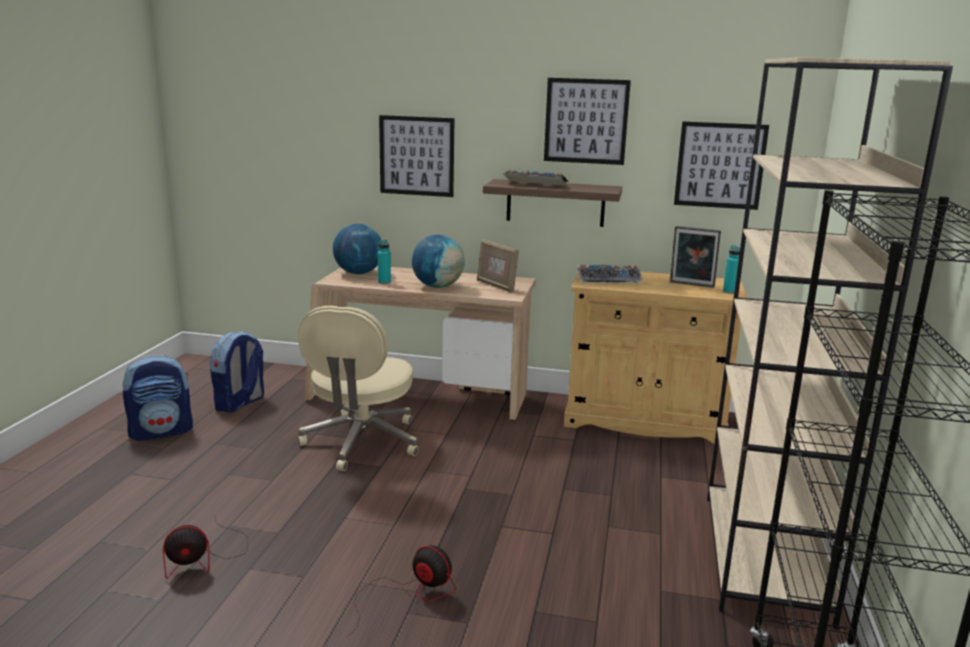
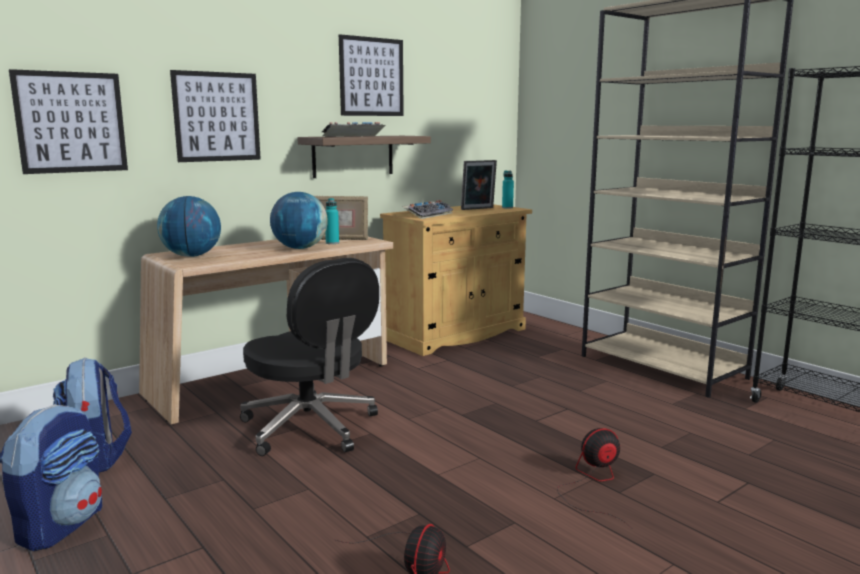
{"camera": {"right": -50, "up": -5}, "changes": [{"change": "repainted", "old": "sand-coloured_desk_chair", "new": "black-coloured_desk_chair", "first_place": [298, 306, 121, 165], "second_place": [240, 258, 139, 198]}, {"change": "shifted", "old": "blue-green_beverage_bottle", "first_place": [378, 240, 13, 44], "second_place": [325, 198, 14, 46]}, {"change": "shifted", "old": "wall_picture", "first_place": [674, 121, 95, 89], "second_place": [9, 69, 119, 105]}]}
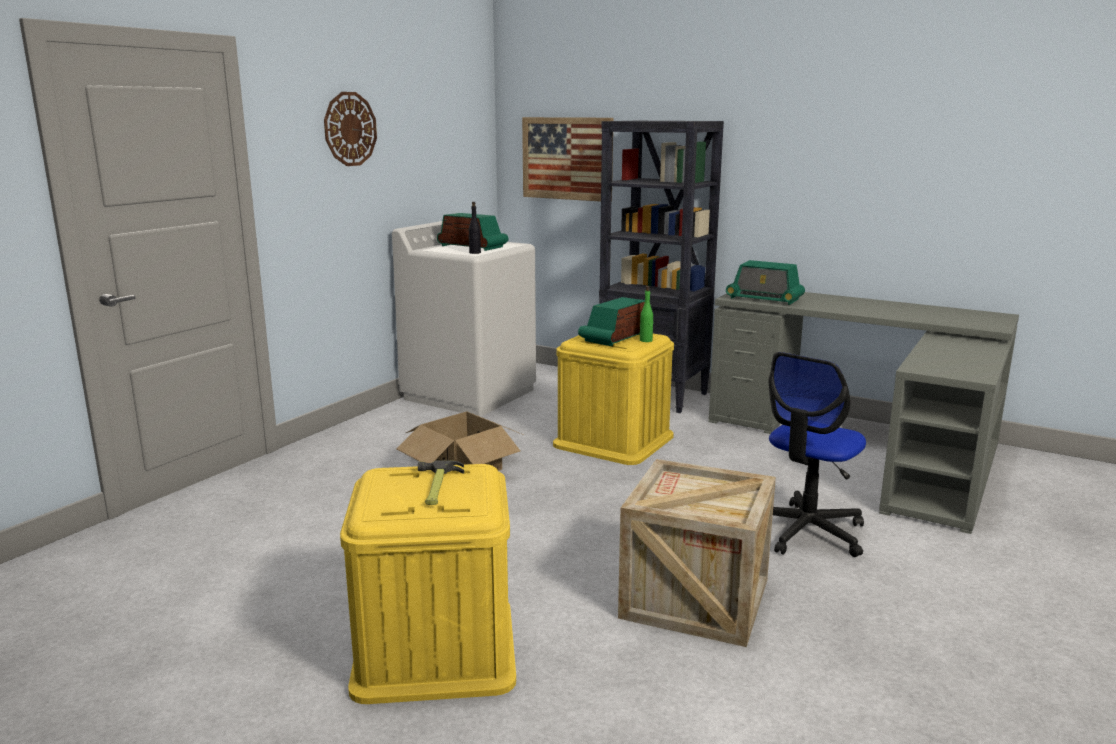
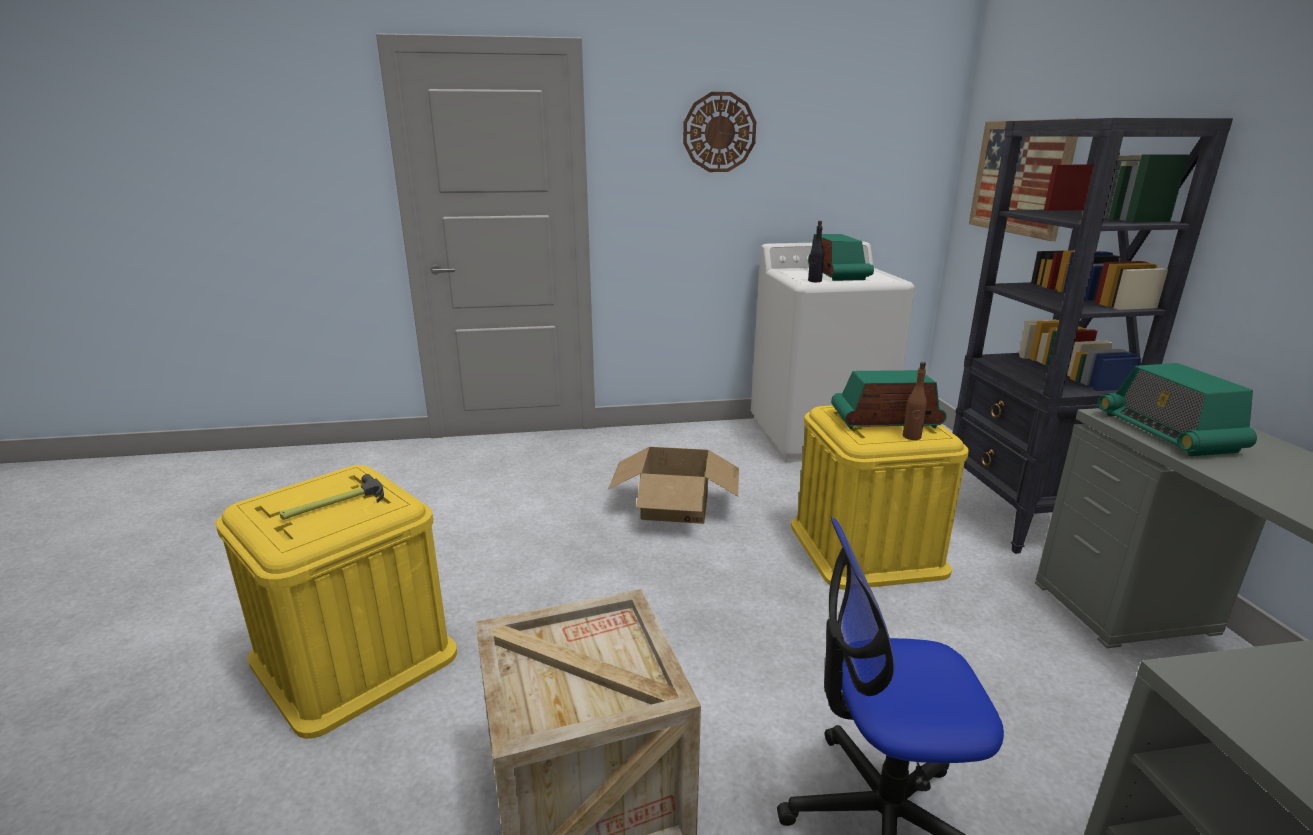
{"camera": {"right": 50, "up": 5}, "changes": [{"change": "repainted", "old": "green-coloured_beverage_bottle", "new": "brownish_beverage_bottle", "first_place": [640, 286, 13, 56], "second_place": [903, 362, 24, 78]}]}
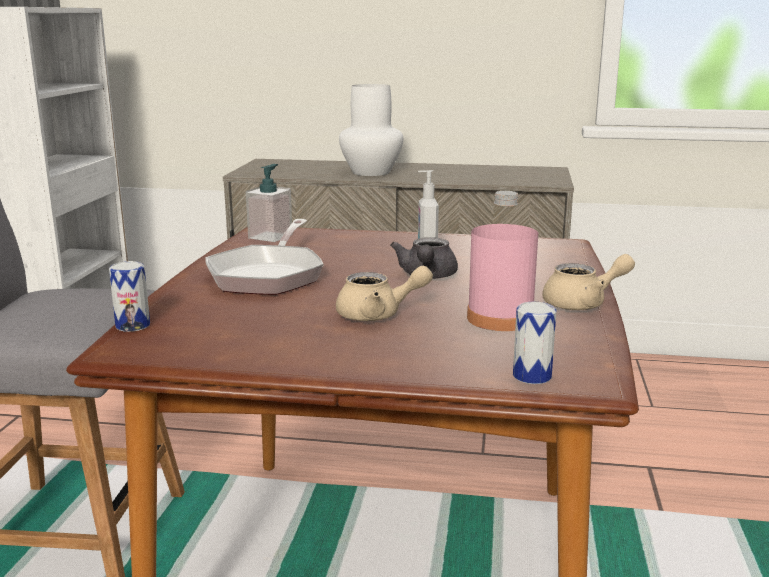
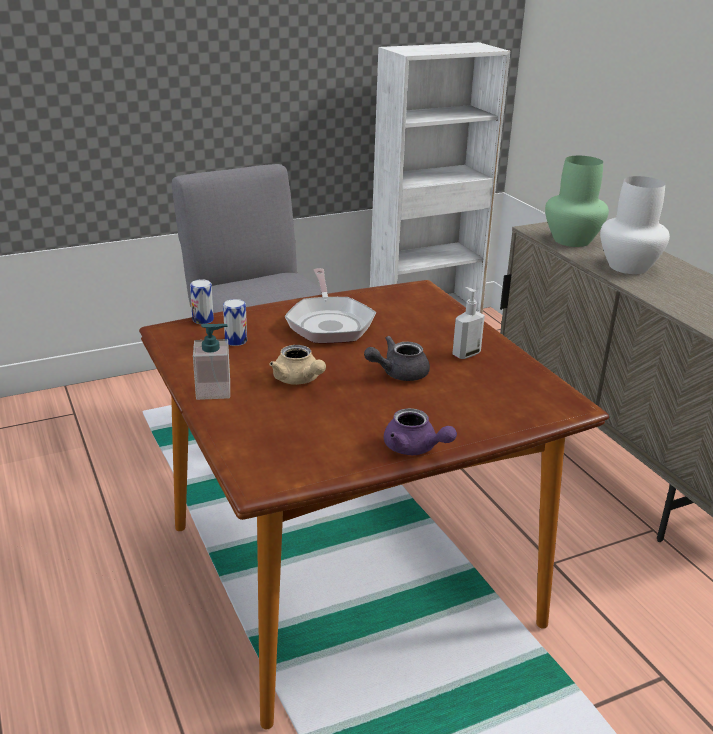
{"camera": {"right": 55, "up": 10}, "changes": [{"change": "rotated", "old": "frying_pan", "first_place": [205, 219, 119, 76], "second_place": [285, 268, 91, 75], "degrees": -75}, {"change": "shifted", "old": "soap_dispenser", "first_place": [246, 164, 47, 78], "second_place": [193, 324, 37, 76]}, {"change": "gone", "old": "pinkish_beverage_bottle", "first_place": [467, 191, 71, 140]}, {"change": "shifted", "old": "sealed_can", "first_place": [513, 302, 44, 82], "second_place": [223, 299, 24, 47]}, {"change": "repainted", "old": "sand-coloured_pot_for_tea", "new": "purplish_pot_for_tea", "first_place": [542, 254, 93, 56], "second_place": [384, 408, 73, 47]}, {"change": "new", "new": "green-coloured_flower_vase", "second_place": [545, 156, 64, 91]}]}
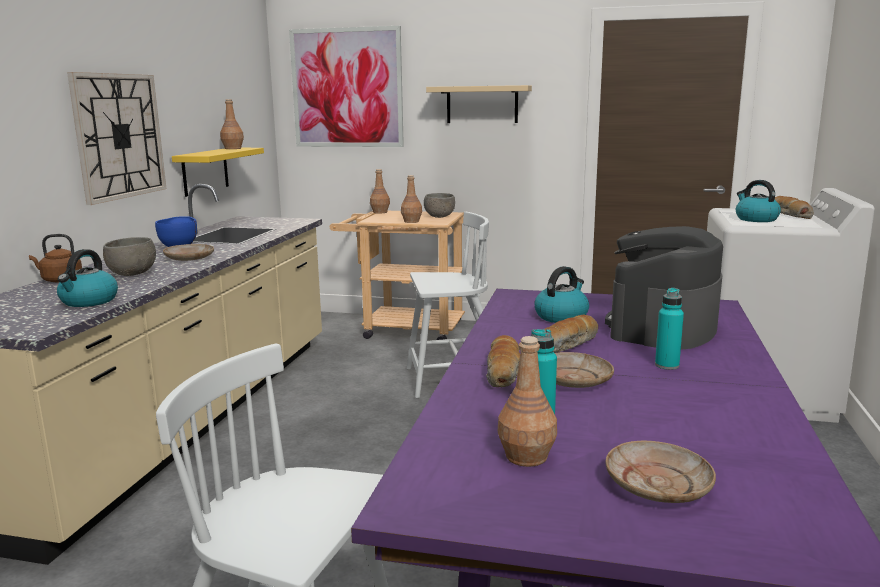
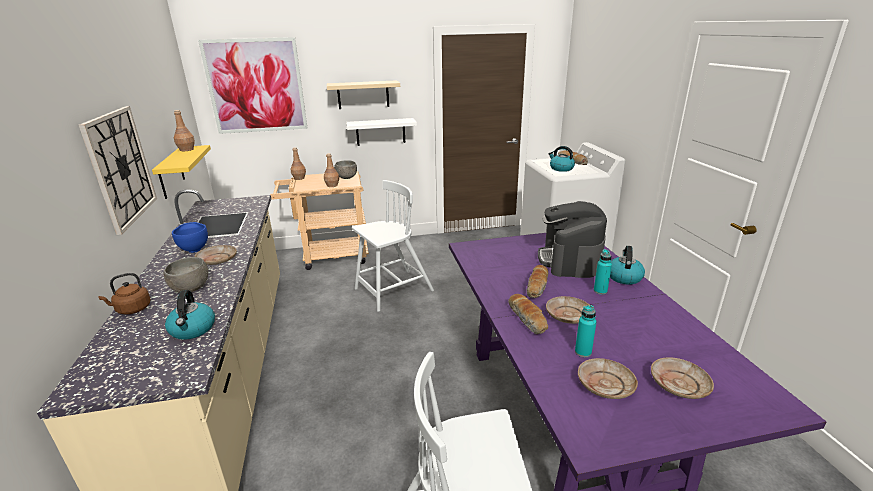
{"camera": {"right": -25, "up": 10}, "changes": [{"change": "swapped", "old": "brownish_beverage_bottle", "new": "sand-coloured_flat_dish", "first_place": [498, 336, 59, 131], "second_place": [578, 358, 60, 41]}, {"change": "shifted", "old": "water_kettle", "first_place": [534, 266, 55, 57], "second_place": [610, 246, 35, 39]}, {"change": "new", "new": "whitish_bracket_shelf", "second_place": [346, 118, 71, 28]}]}
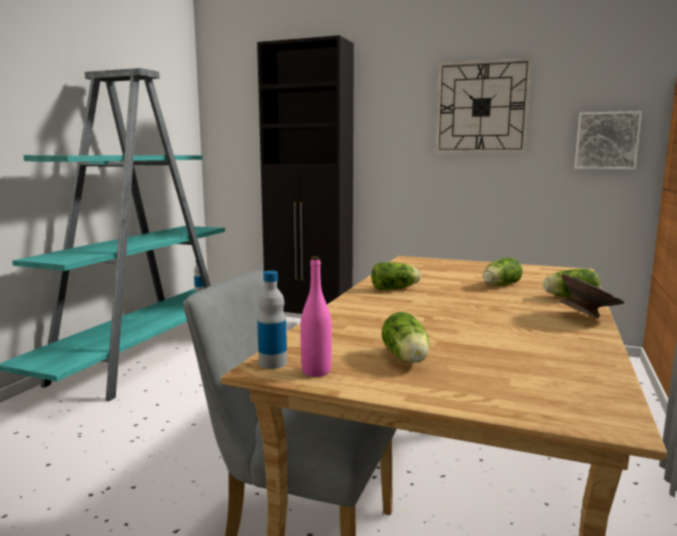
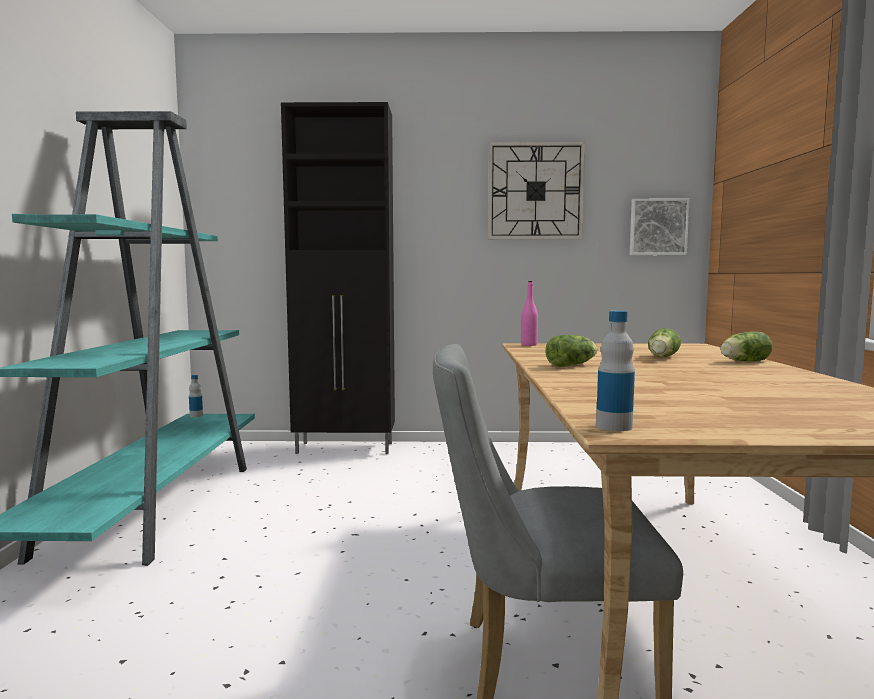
{"camera": {"right": -20, "up": -5}, "changes": [{"change": "shifted", "old": "pinkish_beverage_bottle", "first_place": [300, 257, 32, 120], "second_place": [521, 281, 17, 65]}, {"change": "gone", "old": "lettuce", "first_place": [382, 312, 47, 51]}, {"change": "gone", "old": "gray_serving_bowl", "first_place": [560, 273, 65, 46]}]}
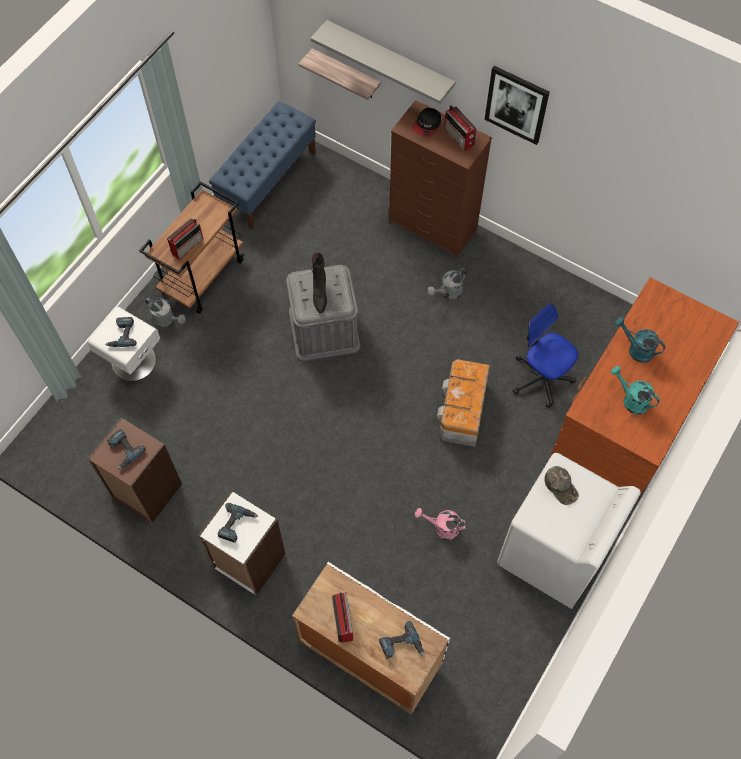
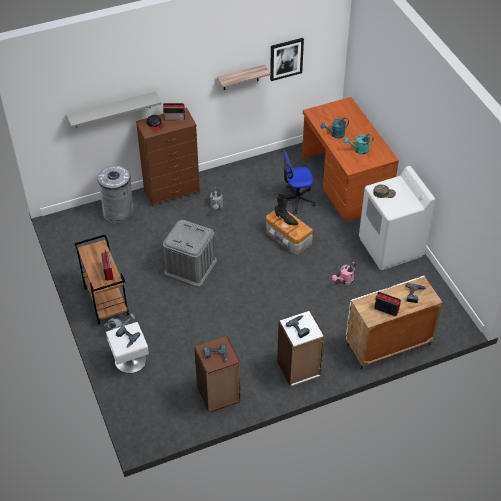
{"camera": {"right": -55, "up": -15}, "changes": [{"change": "gone", "old": "blue-coloured_indoor_bench", "first_place": [209, 101, 107, 129]}, {"change": "shifted", "old": "bracket_shelf", "first_place": [298, 48, 83, 52], "second_place": [217, 65, 54, 25]}, {"change": "shifted", "old": "black-coloured_high-top_boot", "first_place": [312, 252, 15, 61], "second_place": [275, 194, 23, 31]}, {"change": "shifted", "old": "wall_picture", "first_place": [485, 66, 65, 79], "second_place": [270, 38, 34, 43]}, {"change": "new", "new": "gray_waste_bin", "second_place": [97, 165, 37, 58]}]}
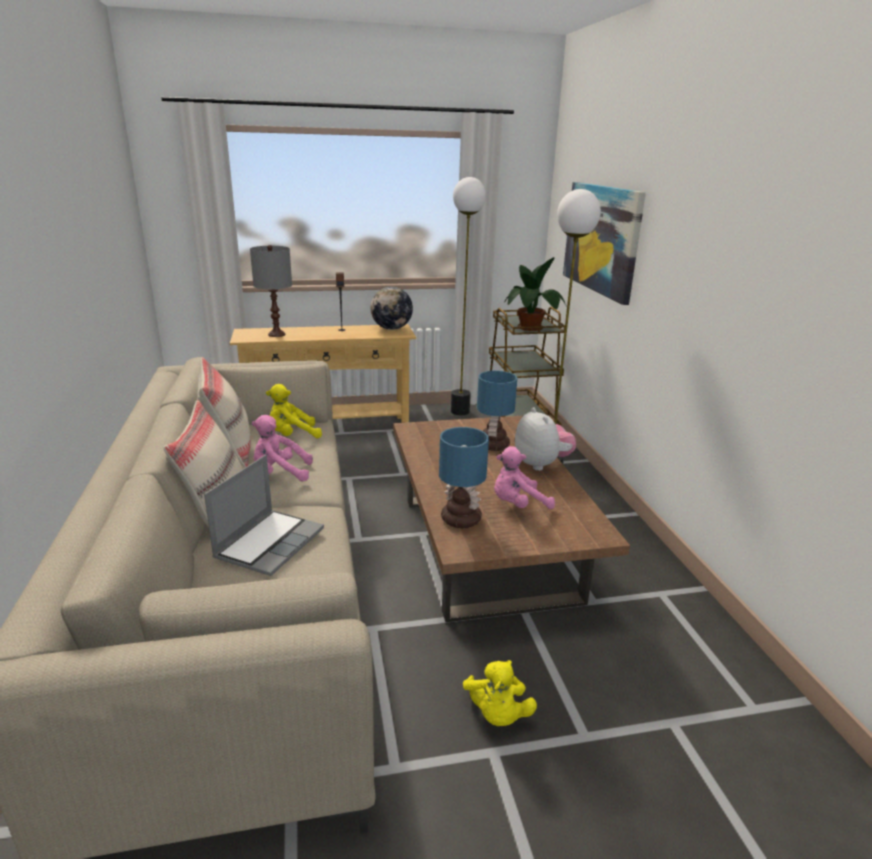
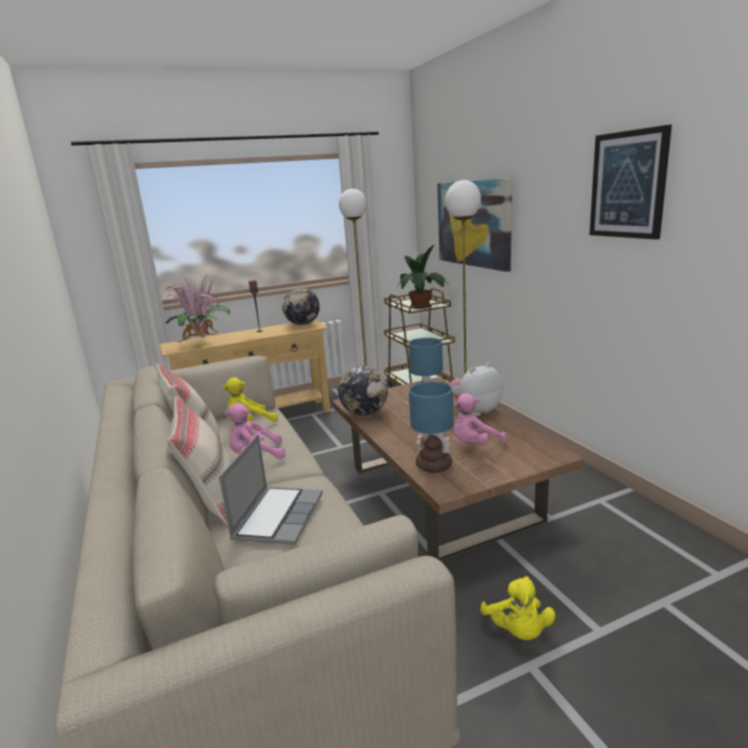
{"camera": {"right": -10, "up": -5}, "changes": [{"change": "swapped", "old": "gray_table_lamp", "new": "houseplant", "first_place": [250, 245, 42, 92], "second_place": [164, 277, 66, 67]}, {"change": "rotated", "old": "cuddly_toy", "first_place": [515, 407, 61, 64], "second_place": [450, 362, 53, 54], "degrees": -90}, {"change": "new", "new": "world_globe", "second_place": [338, 366, 50, 50]}, {"change": "new", "new": "wall_picture", "second_place": [589, 125, 83, 114]}]}
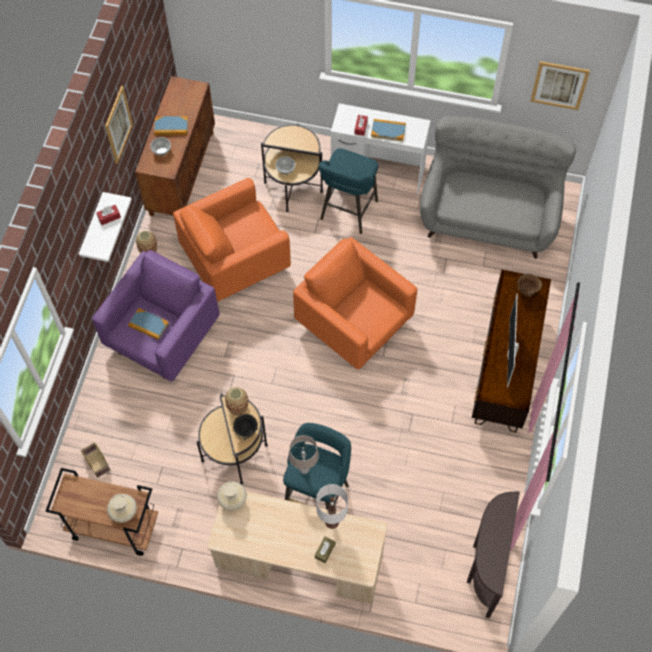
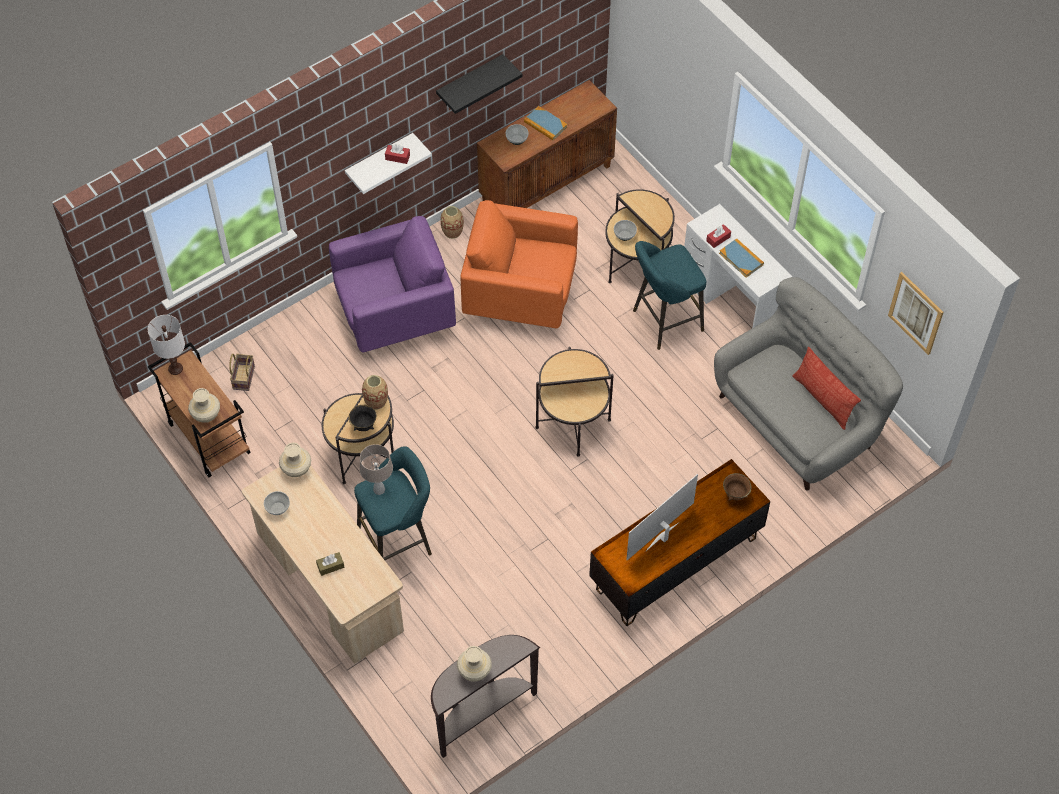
{"camera": {"right": 40, "up": -5}, "changes": [{"change": "swapped", "old": "wall_picture", "new": "black-coloured_bracket_shelf", "first_place": [105, 86, 28, 78], "second_place": [436, 54, 86, 60]}, {"change": "gone", "old": "book", "first_place": [128, 308, 41, 32]}, {"change": "swapped", "old": "orange_lounge_chair", "new": "end_table", "first_place": [293, 237, 124, 133], "second_place": [535, 347, 79, 110]}, {"change": "shifted", "old": "whitish_table_lamp", "first_place": [316, 484, 32, 45], "second_place": [148, 315, 37, 60]}, {"change": "new", "new": "serving_bowl", "second_place": [264, 491, 26, 24]}, {"change": "new", "new": "sand-coloured_flower_vase", "second_place": [457, 646, 35, 36]}, {"change": "new", "new": "cushion", "second_place": [792, 347, 69, 83]}]}
